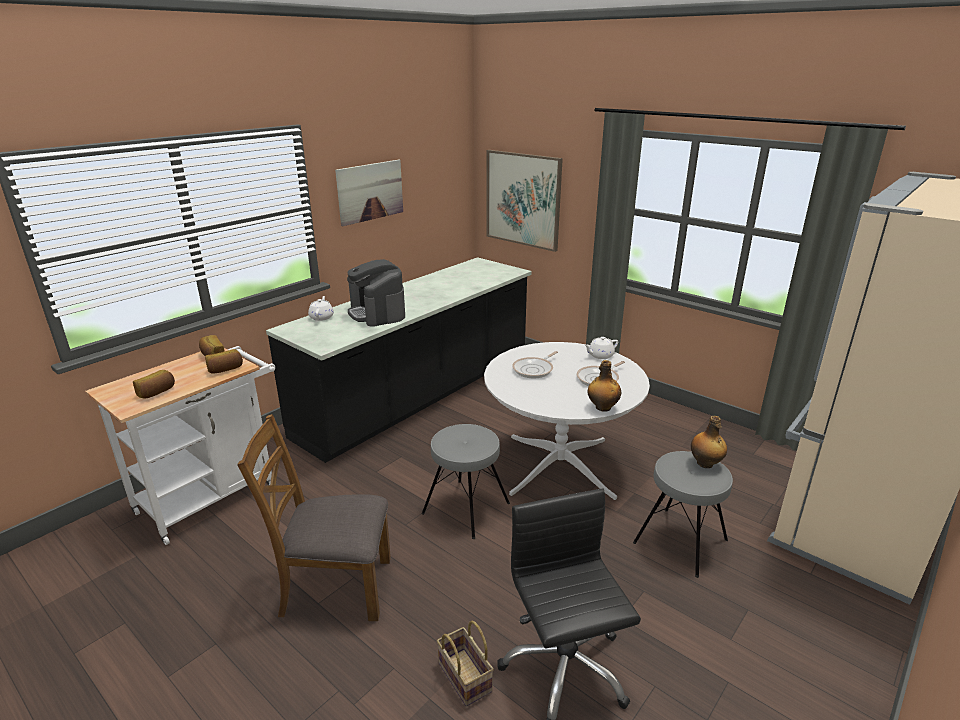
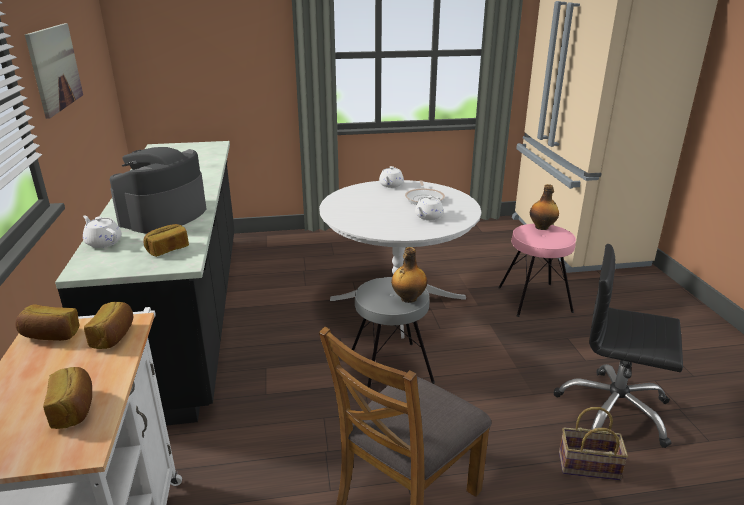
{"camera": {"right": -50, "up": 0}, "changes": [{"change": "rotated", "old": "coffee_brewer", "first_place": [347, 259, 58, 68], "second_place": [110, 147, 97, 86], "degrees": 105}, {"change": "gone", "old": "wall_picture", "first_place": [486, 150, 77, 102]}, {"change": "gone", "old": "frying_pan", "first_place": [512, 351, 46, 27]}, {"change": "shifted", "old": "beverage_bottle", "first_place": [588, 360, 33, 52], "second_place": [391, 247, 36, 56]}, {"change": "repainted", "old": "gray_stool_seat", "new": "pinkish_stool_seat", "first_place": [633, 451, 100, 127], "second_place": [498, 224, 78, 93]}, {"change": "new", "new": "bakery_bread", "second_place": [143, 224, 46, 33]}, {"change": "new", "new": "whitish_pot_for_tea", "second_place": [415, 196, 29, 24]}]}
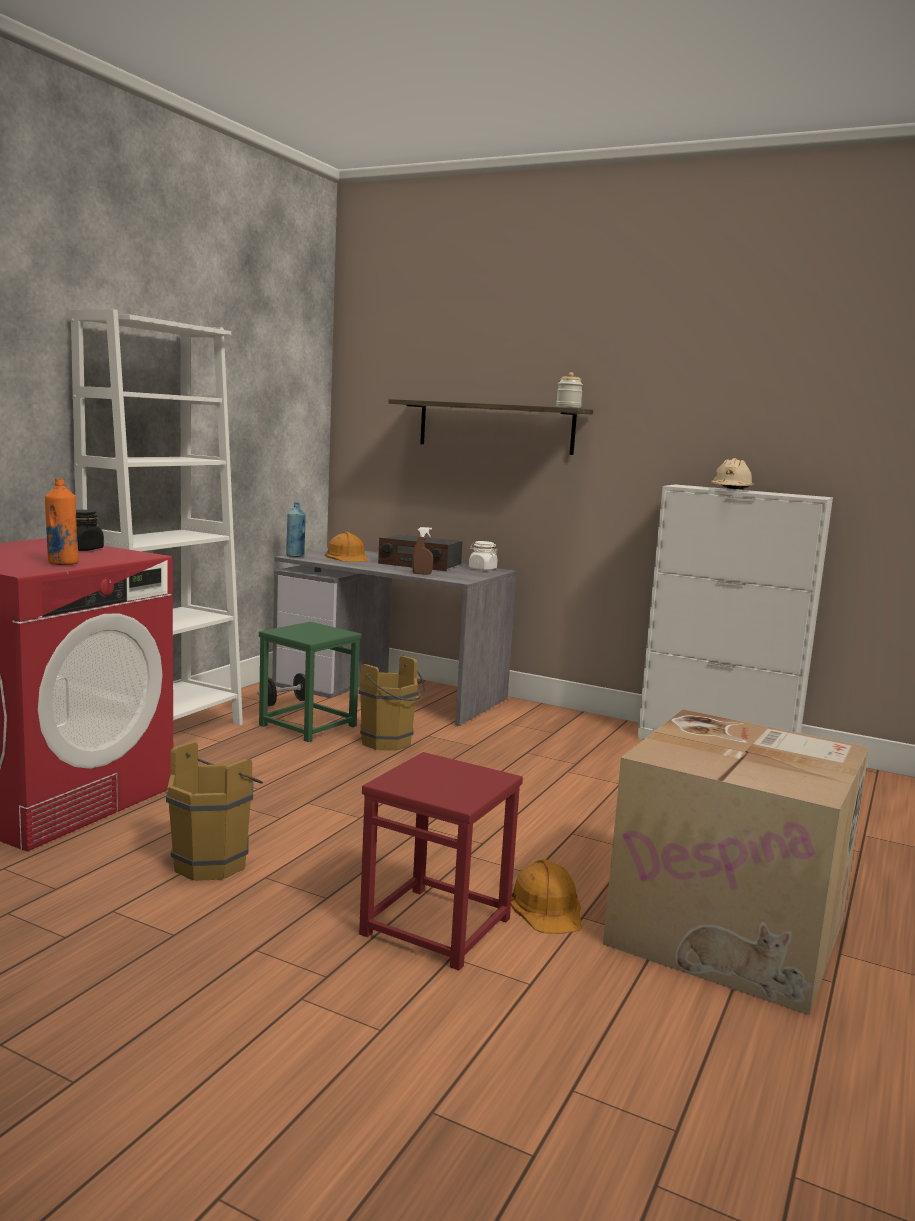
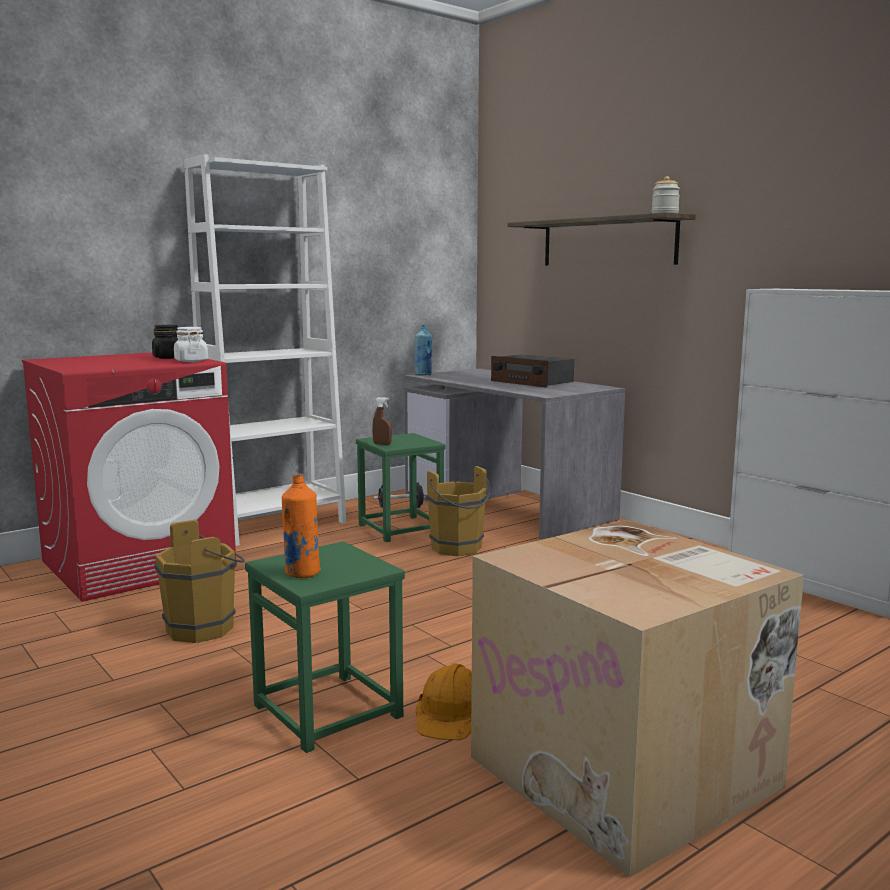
{"camera": {"right": 25, "up": 0}, "changes": [{"change": "shifted", "old": "orange_beverage_bottle", "first_place": [45, 478, 34, 87], "second_place": [282, 474, 39, 104]}, {"change": "gone", "old": "orange_safety_helmet", "first_place": [324, 532, 45, 30]}, {"change": "repainted", "old": "reddish_stool_seat", "new": "green-coloured_stool_seat", "first_place": [359, 752, 164, 218], "second_place": [245, 541, 160, 212]}, {"change": "shifted", "old": "brownish_sprayer", "first_place": [412, 527, 21, 48], "second_place": [372, 397, 20, 48]}, {"change": "shifted", "old": "whitish_jar", "first_place": [469, 541, 29, 30], "second_place": [174, 327, 34, 35]}, {"change": "gone", "old": "sand-coloured_safety_helmet", "first_place": [711, 458, 43, 32]}]}
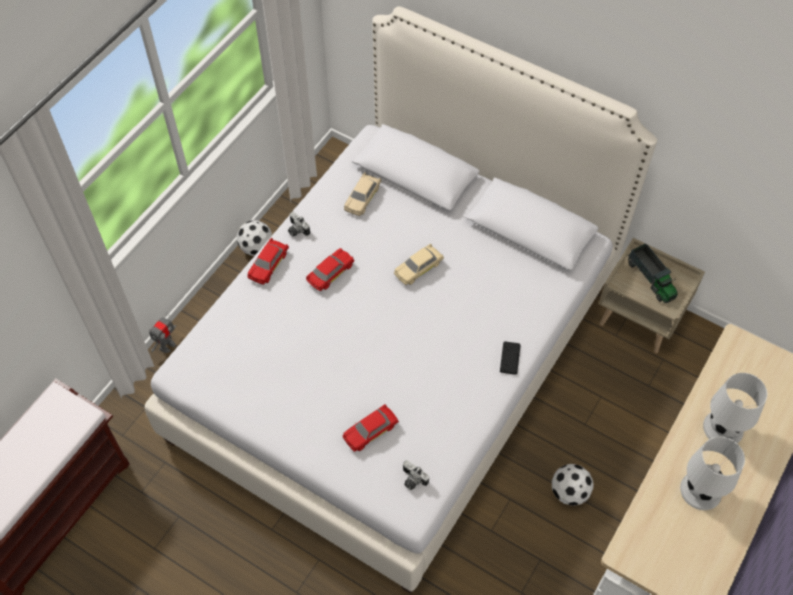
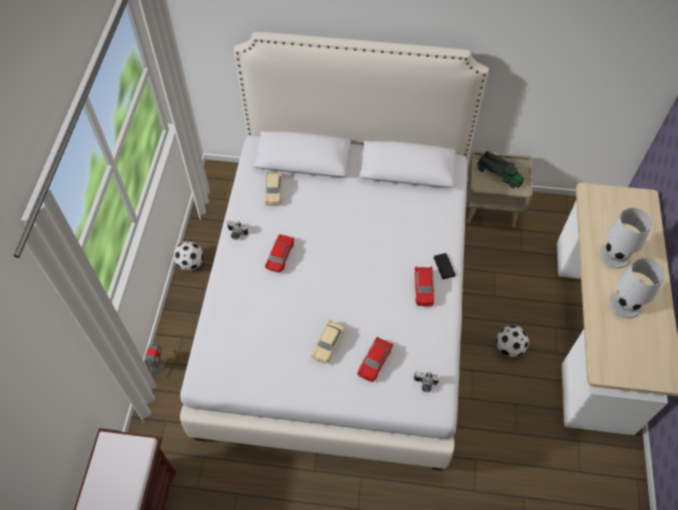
{"camera": {"right": -25, "up": 0}, "changes": [{"change": "shifted", "old": "reddish_miniature_car", "first_place": [247, 238, 42, 47], "second_place": [415, 266, 19, 40]}, {"change": "shifted", "old": "sand-coloured_miniature_car", "first_place": [394, 244, 50, 41], "second_place": [311, 319, 35, 45]}]}
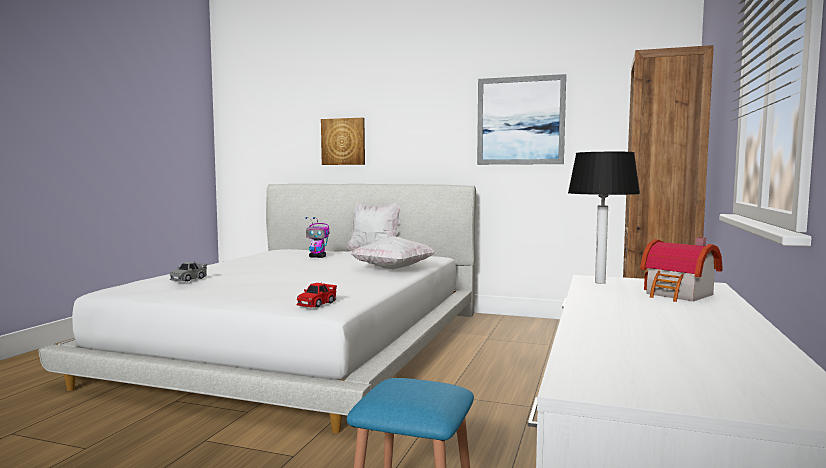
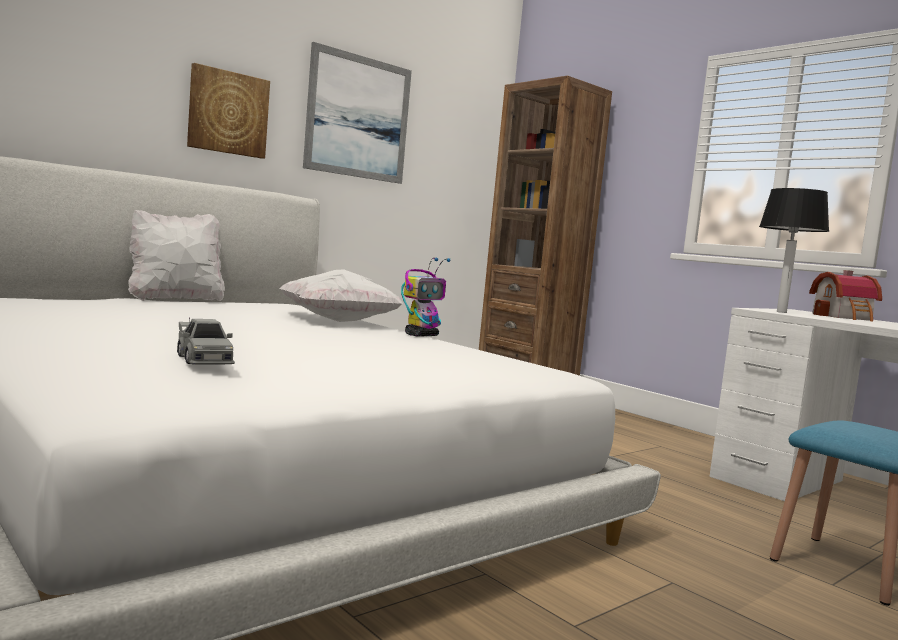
{"camera": {"right": -60, "up": 0}, "changes": [{"change": "gone", "old": "reddish_miniature_car", "first_place": [296, 283, 41, 24]}, {"change": "shifted", "old": "robot_figure", "first_place": [305, 217, 24, 41], "second_place": [401, 257, 50, 80]}, {"change": "shifted", "old": "wall_picture", "first_place": [321, 118, 44, 47], "second_place": [187, 63, 83, 96]}]}
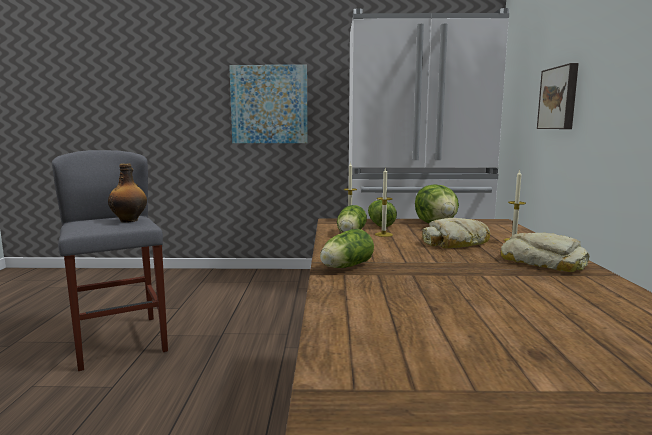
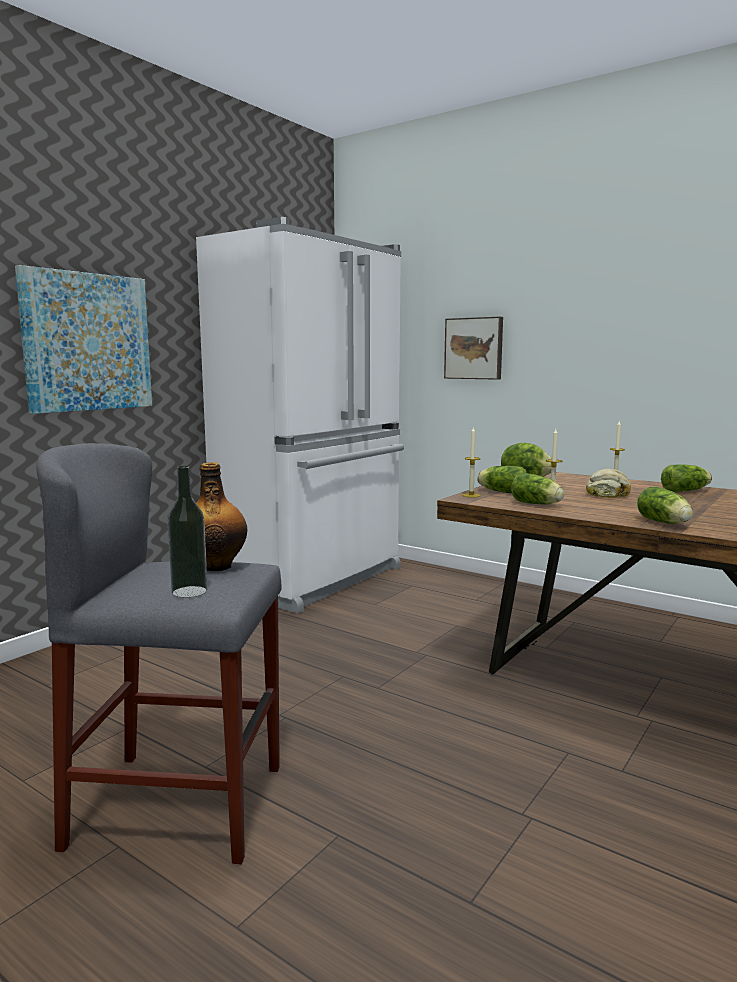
{"camera": {"right": -55, "up": 0}, "changes": [{"change": "swapped", "old": "bakery_bread", "new": "lettuce", "first_place": [501, 233, 88, 39], "second_place": [661, 464, 51, 28]}, {"change": "new", "new": "beverage_bottle", "second_place": [167, 466, 41, 132]}]}
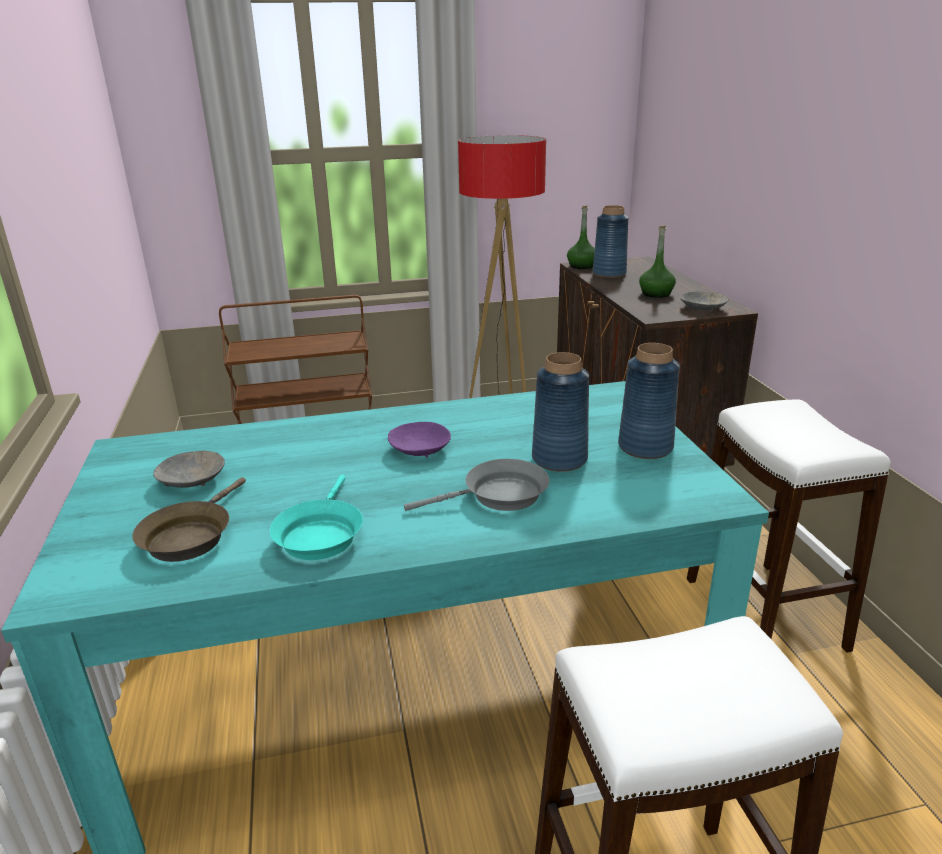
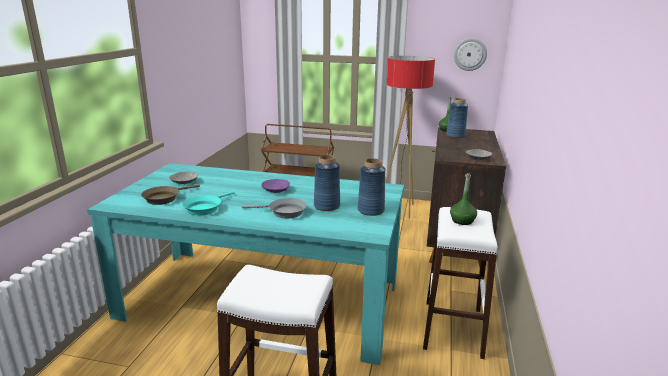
{"camera": {"right": 25, "up": -5}, "changes": [{"change": "shifted", "old": "green-coloured_beverage_bottle", "first_place": [639, 225, 37, 73], "second_place": [450, 173, 27, 52]}, {"change": "new", "new": "wall_clock", "second_place": [454, 38, 33, 33]}]}
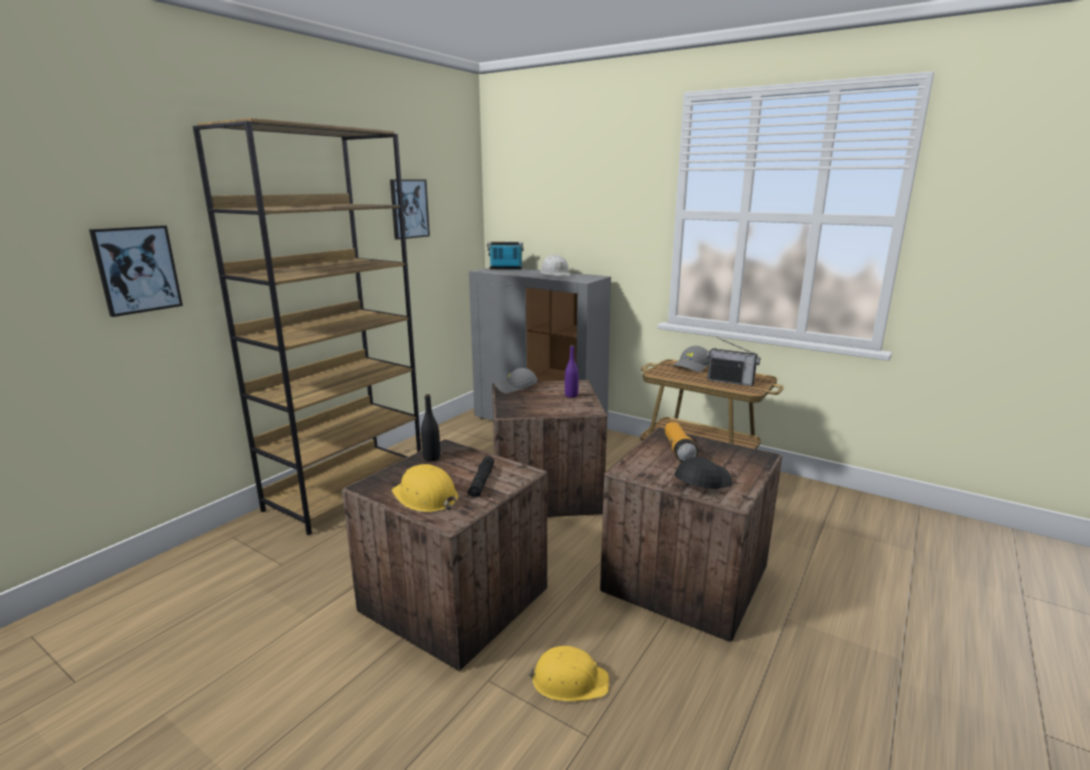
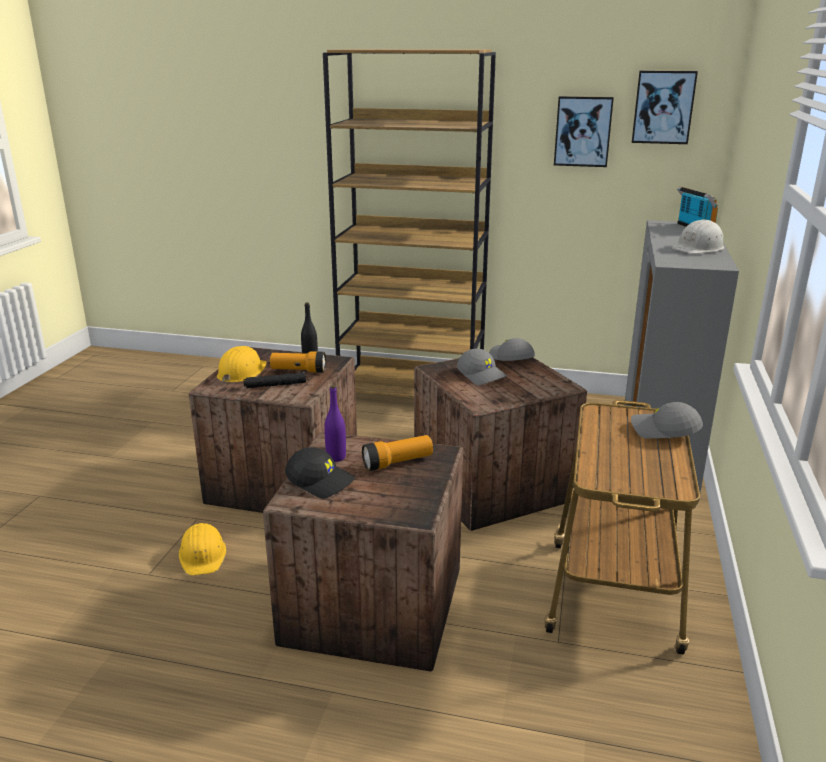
{"camera": {"right": 70, "up": 5}, "changes": [{"change": "shifted", "old": "wall_picture", "first_place": [89, 225, 94, 92], "second_place": [632, 71, 66, 73]}, {"change": "shifted", "old": "purplish_beverage_bottle", "first_place": [565, 345, 14, 53], "second_place": [324, 385, 22, 77]}, {"change": "gone", "old": "radio_receiver", "first_place": [706, 337, 54, 49]}, {"change": "new", "new": "torch", "second_place": [270, 351, 56, 22]}, {"change": "new", "new": "gray_peaked_cap", "second_place": [457, 348, 50, 37]}]}
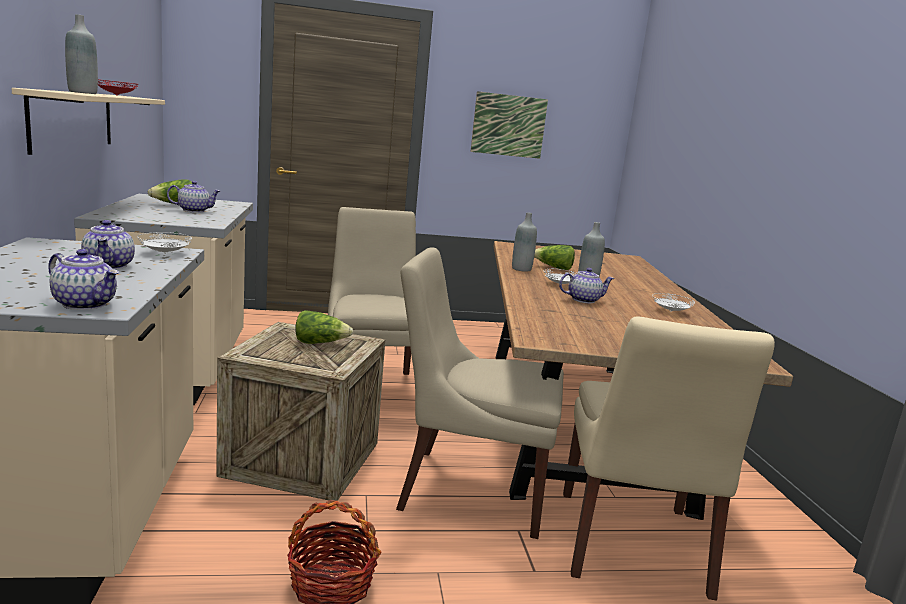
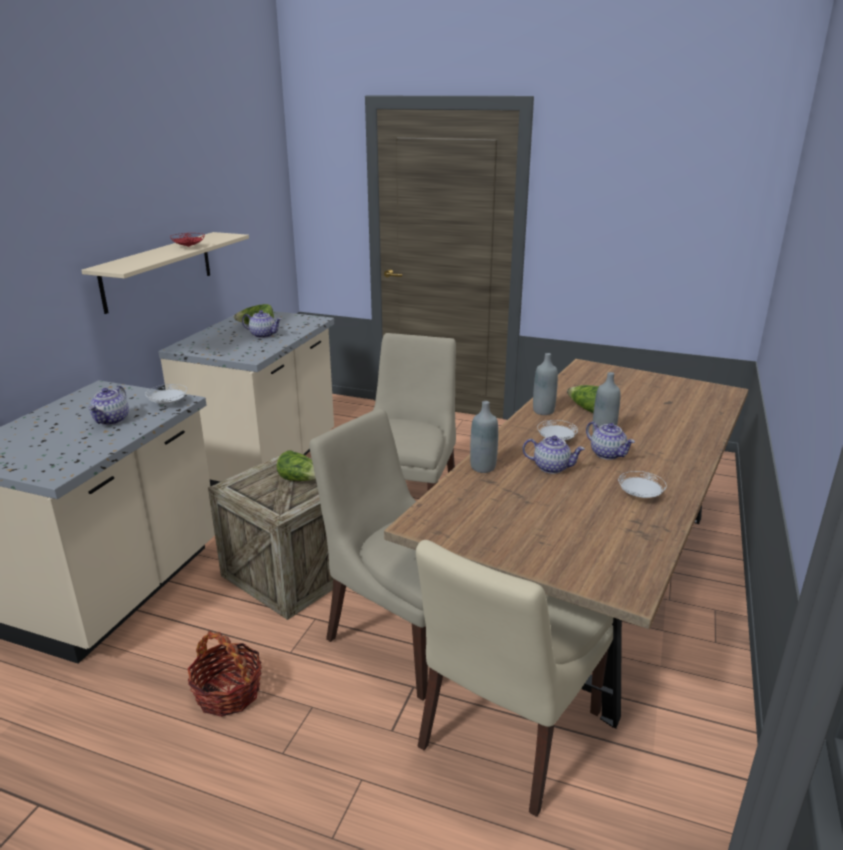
{"camera": {"right": 30, "up": 10}, "changes": [{"change": "shifted", "old": "pot_for_tea", "first_place": [48, 249, 71, 61], "second_place": [586, 421, 49, 39]}, {"change": "shifted", "old": "gray_beverage_bottle", "first_place": [65, 14, 33, 80], "second_place": [470, 401, 28, 72]}, {"change": "gone", "old": "wall_picture", "first_place": [471, 91, 77, 68]}]}
